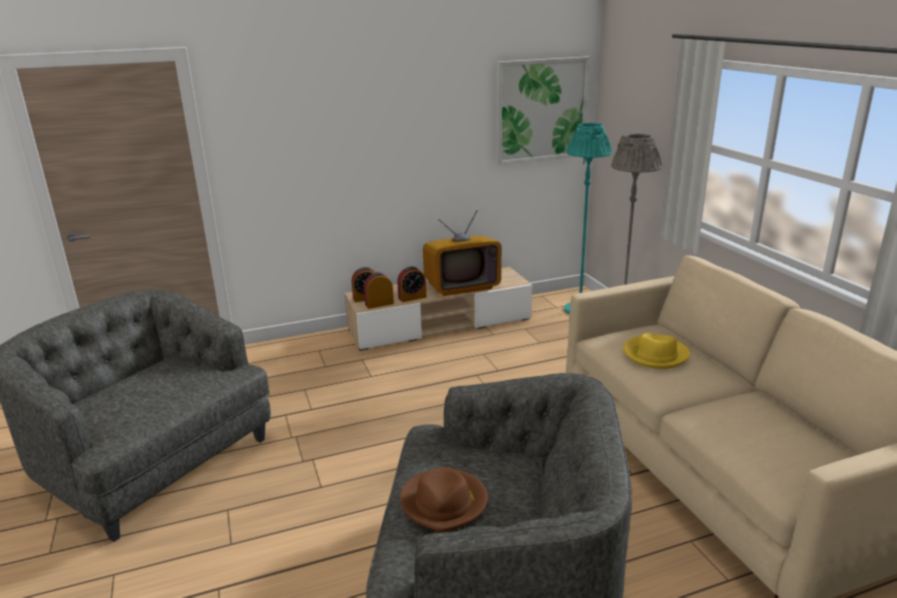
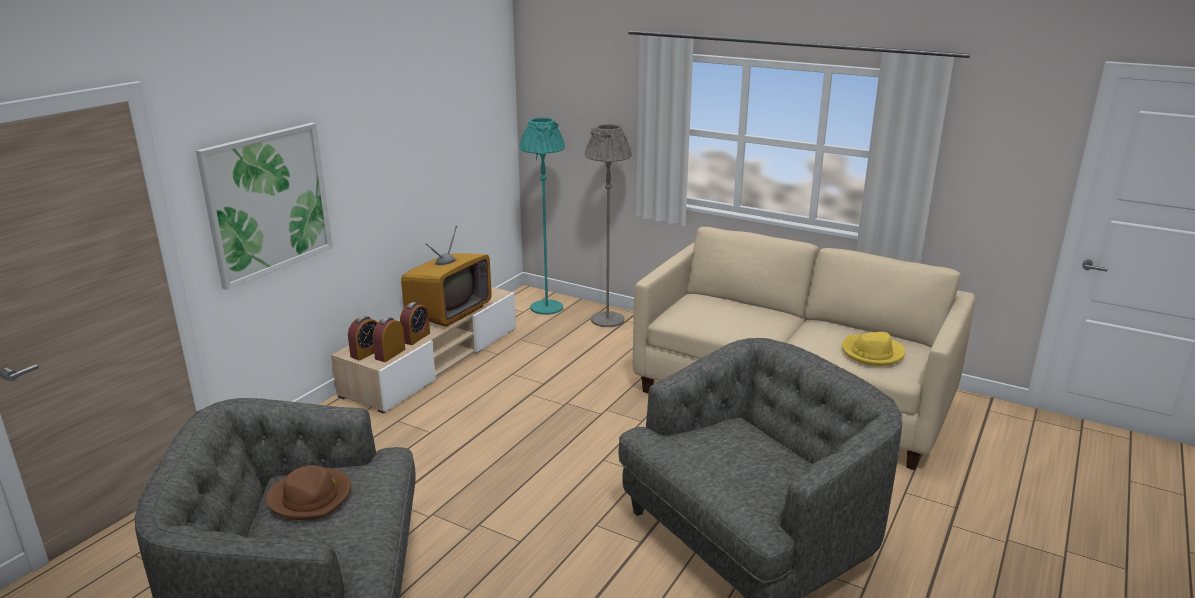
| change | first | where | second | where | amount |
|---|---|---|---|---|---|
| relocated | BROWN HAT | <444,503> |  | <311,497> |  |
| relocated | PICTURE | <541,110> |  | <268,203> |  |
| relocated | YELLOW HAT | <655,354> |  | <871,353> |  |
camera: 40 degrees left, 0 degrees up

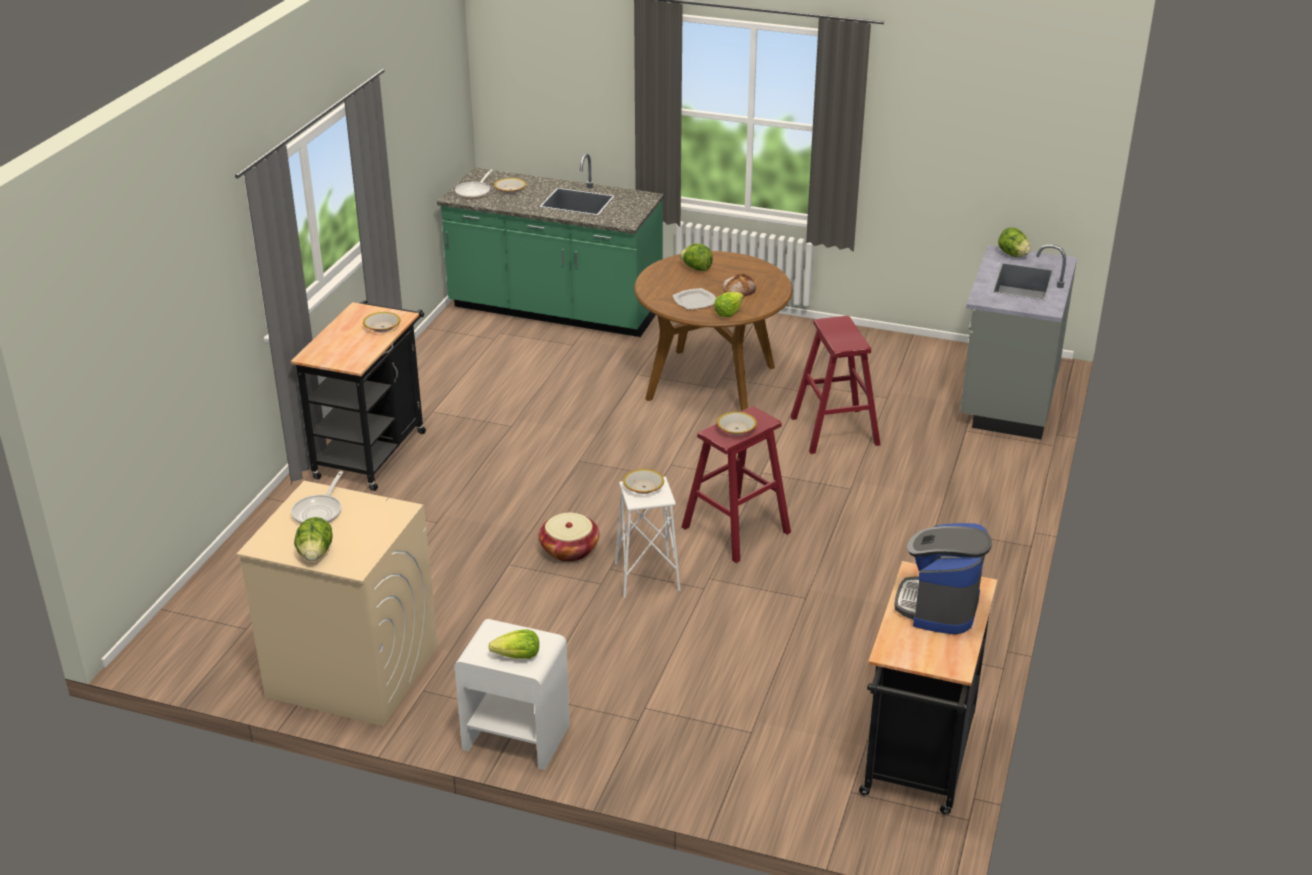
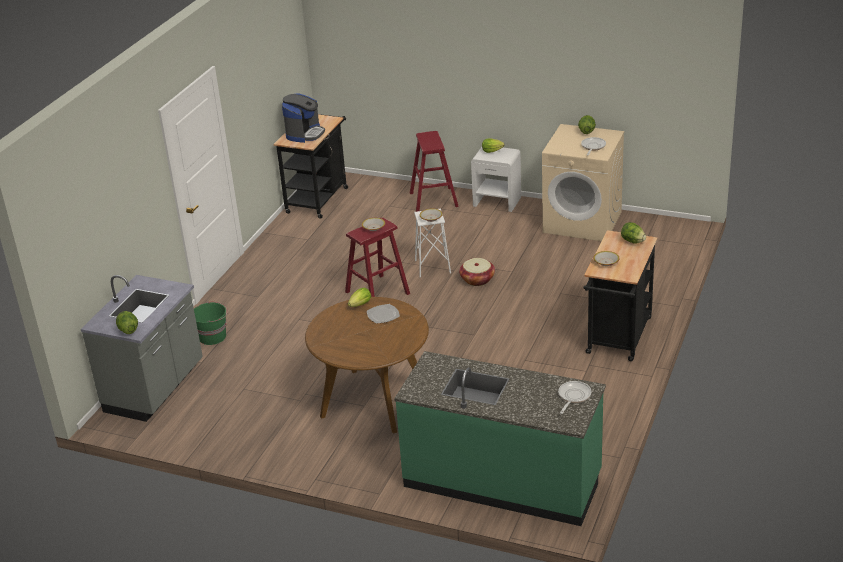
| change | first | where | second | where | amount |
|---|---|---|---|---|---|
| missing | BOWL | <510,190> |  |  |  |
| relocated | LETTUCE | <696,268> |  | <632,241> |  |
| missing | BREAD | <739,289> |  |  |  |
| relocated | RED STOOL | <834,431> |  | <433,199> |  |
| appeared |  |  | GREEN BUCKET | <213,336> |  |
camera: 175 degrees left, 0 degrees up

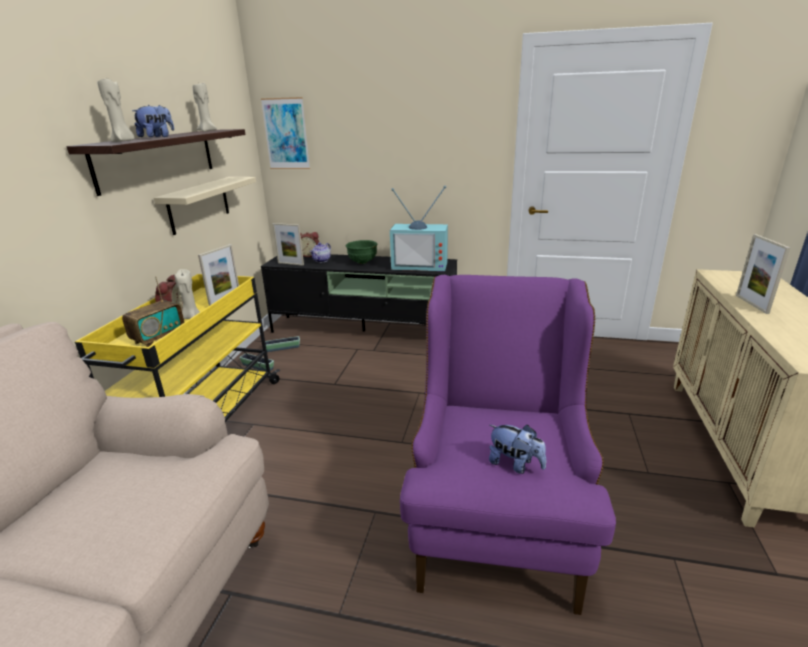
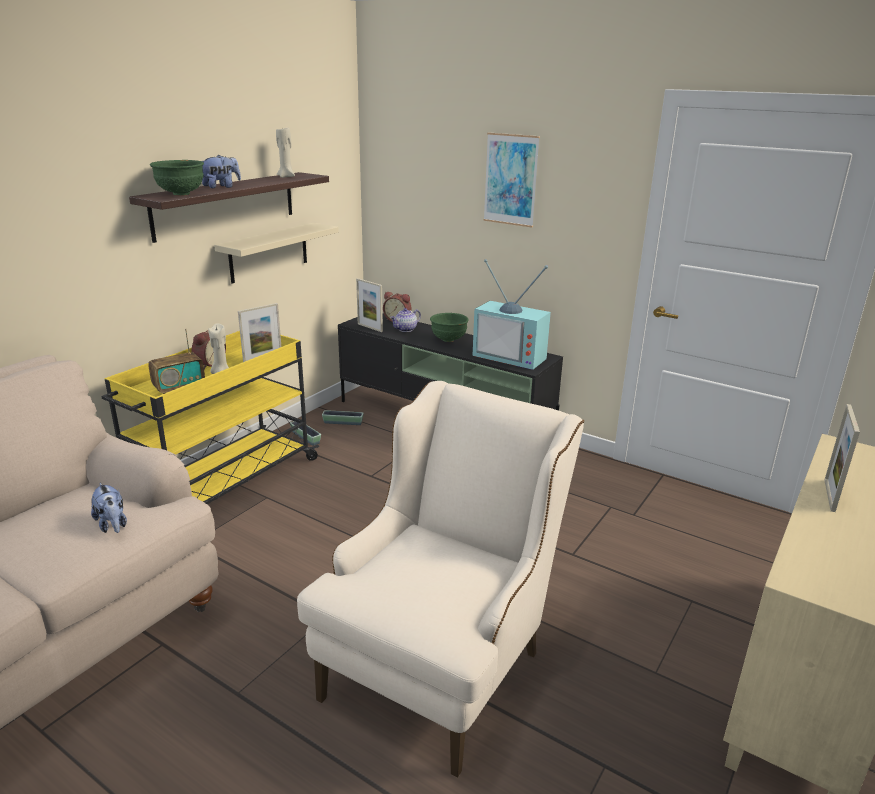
| change | first | where | second | where | amount |
|---|---|---|---|---|---|
| exchanged | BEIGE CANDLE | <123,141> | GREEN BOWL | <180,194> |  |
| relocated | PICTURE | <286,134> |  | <510,180> |  |
| colour | PURPLE ARMCHAIR | <496,515> | BEIGE ARMCHAIR | <443,659> |  |
| relocated | PLUSH TOY | <515,464> |  | <112,525> |  |
camera: 20 degrees right, 0 degrees up

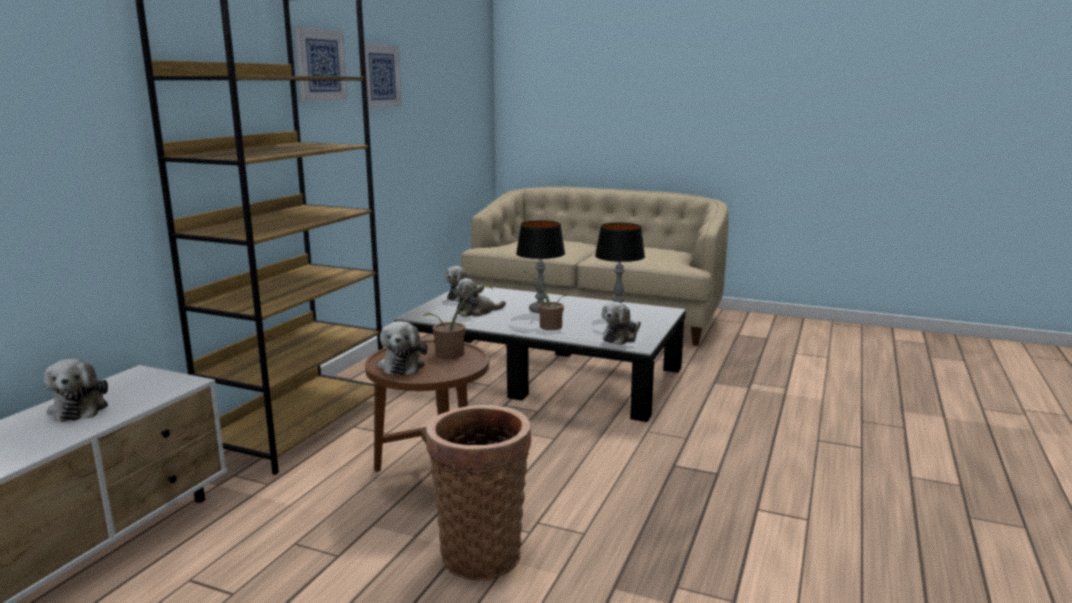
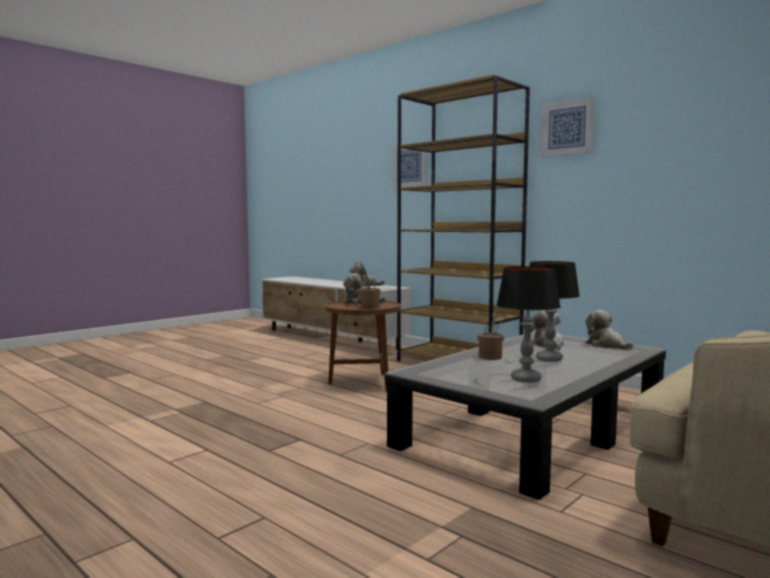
| change | first | where | second | where | amount |
|---|---|---|---|---|---|
| relocated | PICTURE | <379,76> |  | <410,165> |  |
| missing | BASKET | <481,552> |  |  |  |
| missing | PLUSH TOY | <621,337> |  |  |  |
camera: 110 degrees right, 10 degrees down

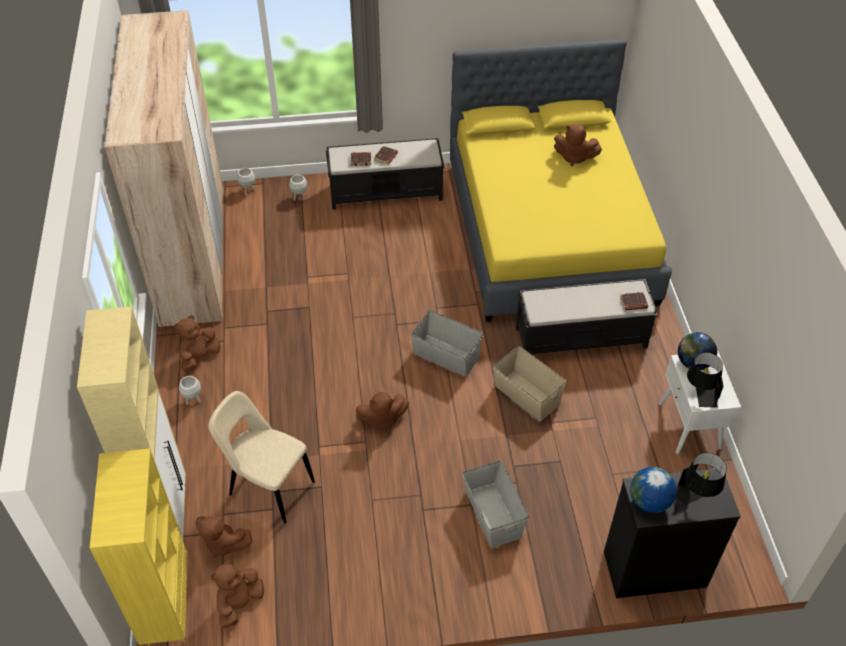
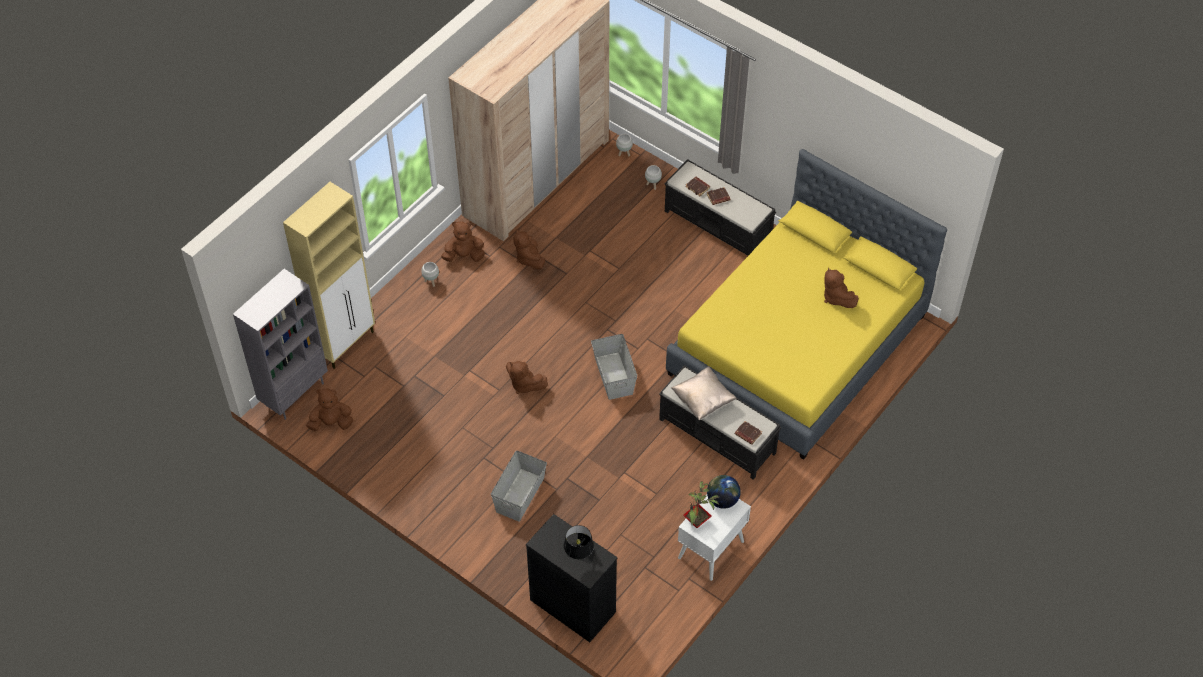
| change | first | where | second | where | amount |
|---|---|---|---|---|---|
| colour | YELLOW BOOKCASE | <167,607> | GREY BOOKCASE | <294,393> |  |
| relocated | BROWN PLUSH TOY | <223,543> |  | <529,258> |  |
| missing | BEIGE CHAIR | <268,487> |  |  |  |
| missing | BEIGE STORAGE BOX | <526,395> |  |  |  |
| missing | GLOBE | <649,501> |  |  |  |
| exchanged | BLACK TABLE LAMP | <700,395> | POTTED PLANT | <697,521> |  |
| appeared |  |  | BEIGE PILLOW | <703,401> |  |
camera: 45 degrees right, 5 degrees up

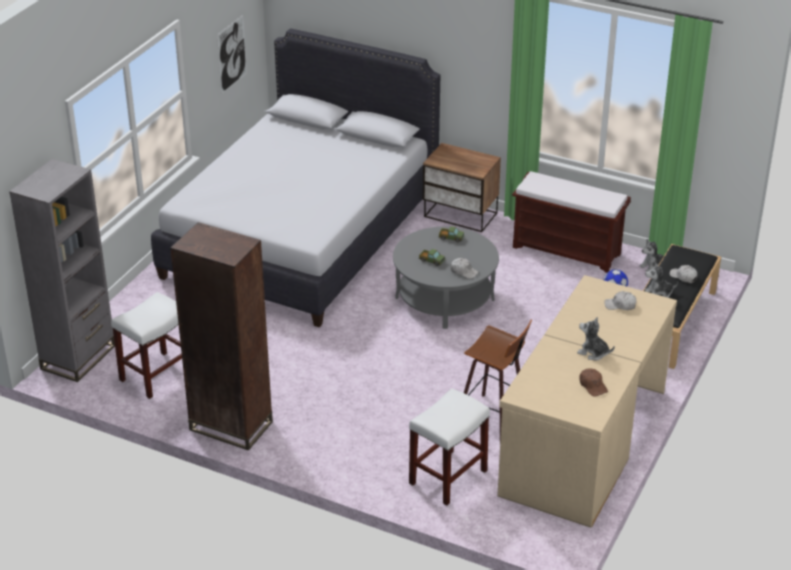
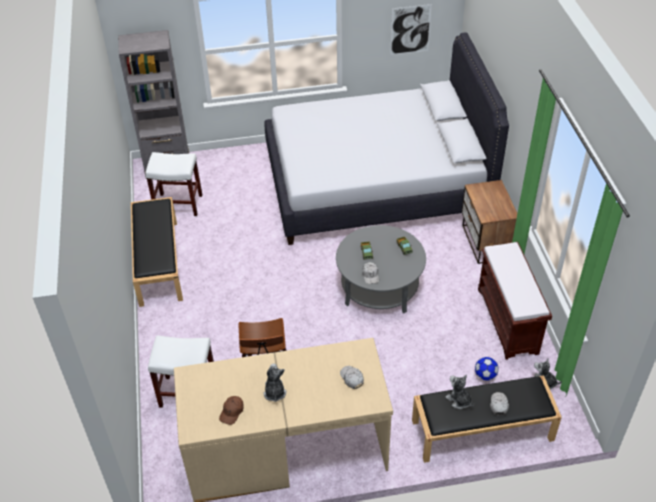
| change | first | where | second | where | amount |
|---|---|---|---|---|---|
| exchanged | BROWN BOOKCASE | <231,425> | BLACK BENCH | <158,262> |  |
camera: 55 degrees right, 10 degrees up

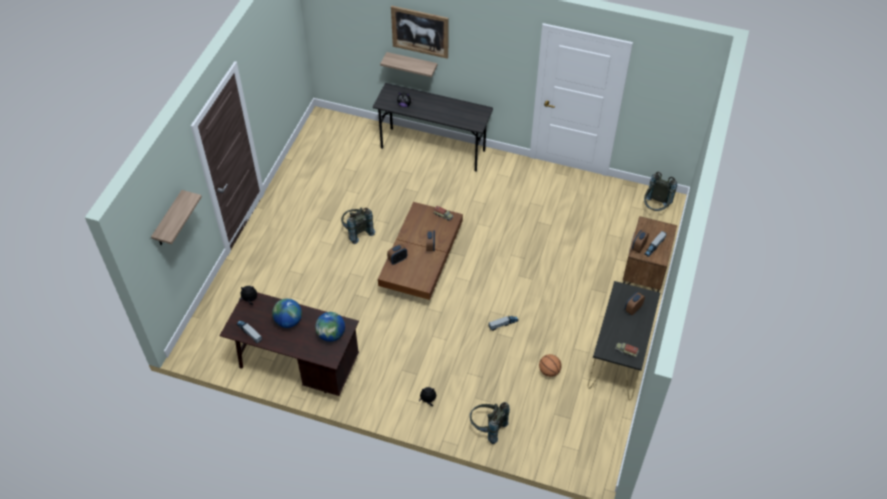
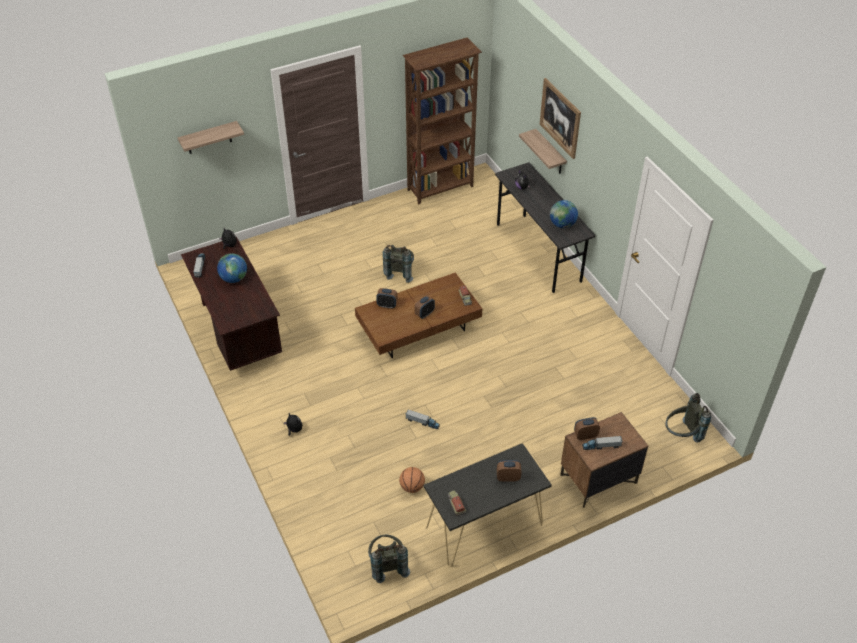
| change | first | where | second | where | amount |
|---|---|---|---|---|---|
| relocated | GLOBE | <331,335> |  | <562,224> |  |
| relocated | GREY BACKPACK | <487,428> |  | <387,565> |  |
| appeared |  |  | BROWN BOOKCASE | <441,188> |  |
camera: 45 degrees right, 5 degrees down

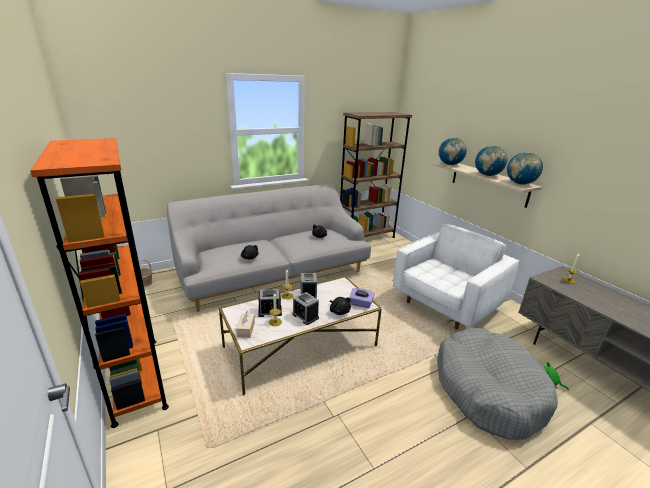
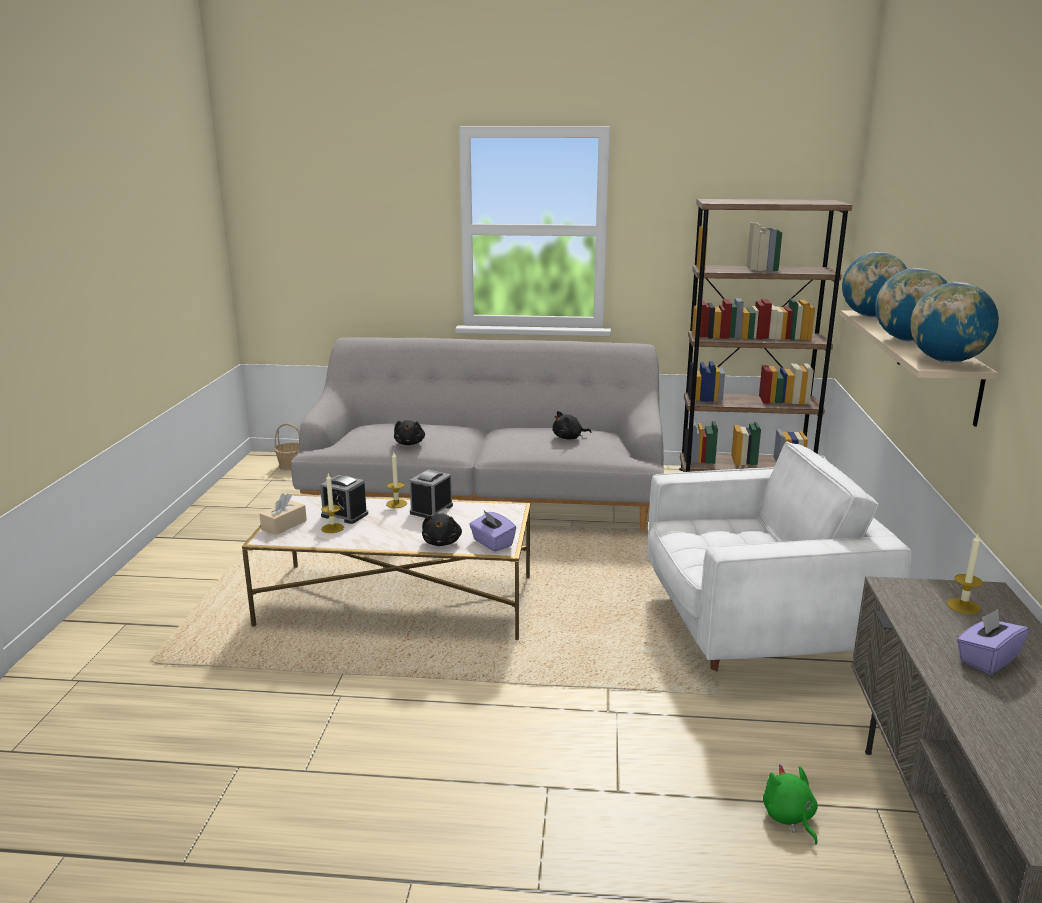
| change | first | where | second | where | amount |
|---|---|---|---|---|---|
| missing | ORANGE BOOKCASE | <136,378> |  |  |  |
| missing | ALARM CLOCK | <305,316> |  |  |  |
| missing | GREY DOG BED | <488,390> |  |  |  |
| appeared |  |  | PURPLE TISSUE BOX | <987,659> |  |
camera: 35 degrees right, 5 degrees down

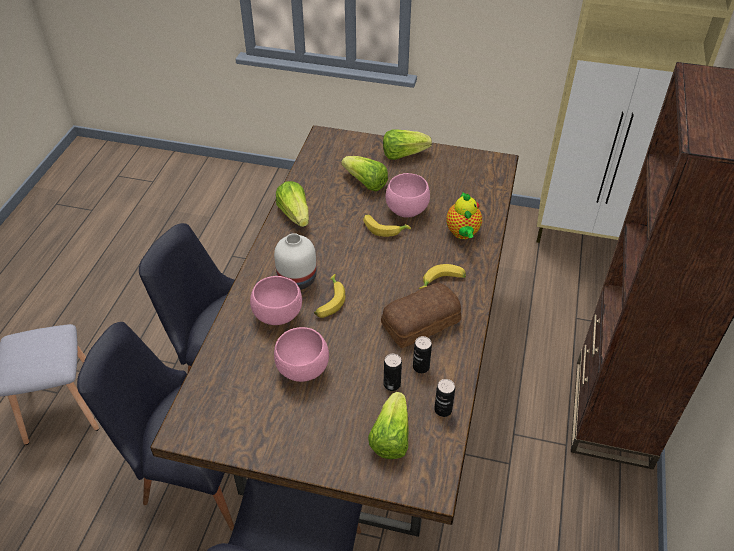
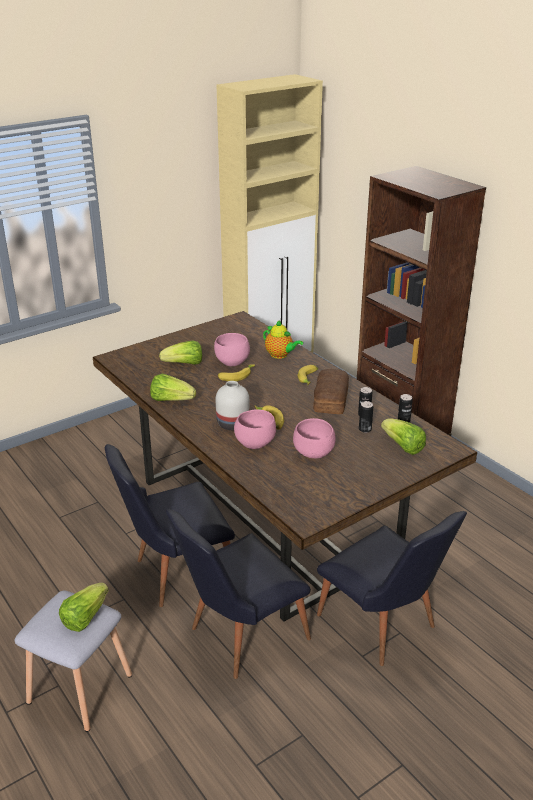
| change | first | where | second | where | amount |
|---|---|---|---|---|---|
| relocated | LETTUCE | <403,154> |  | <85,617> |  |
camera: 50 degrees left, 15 degrees down

